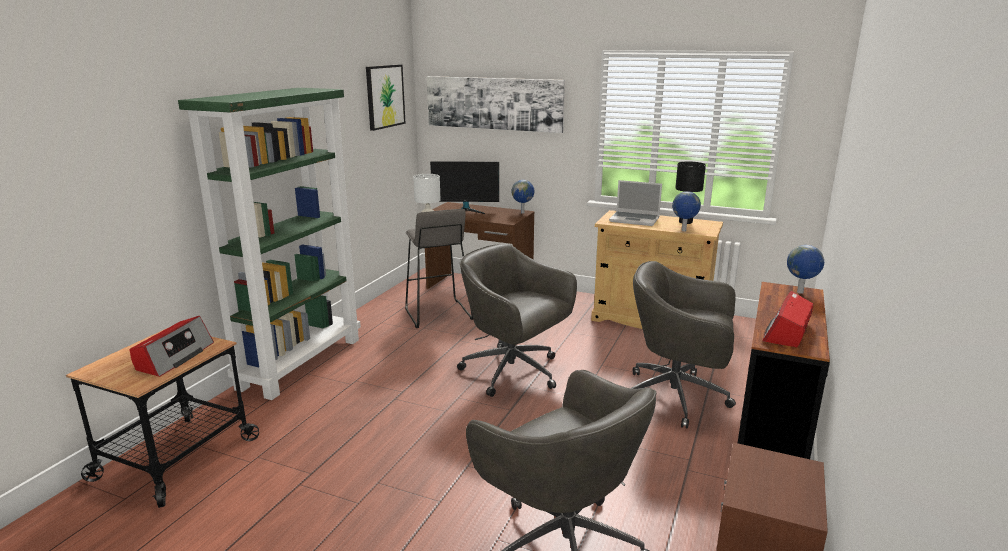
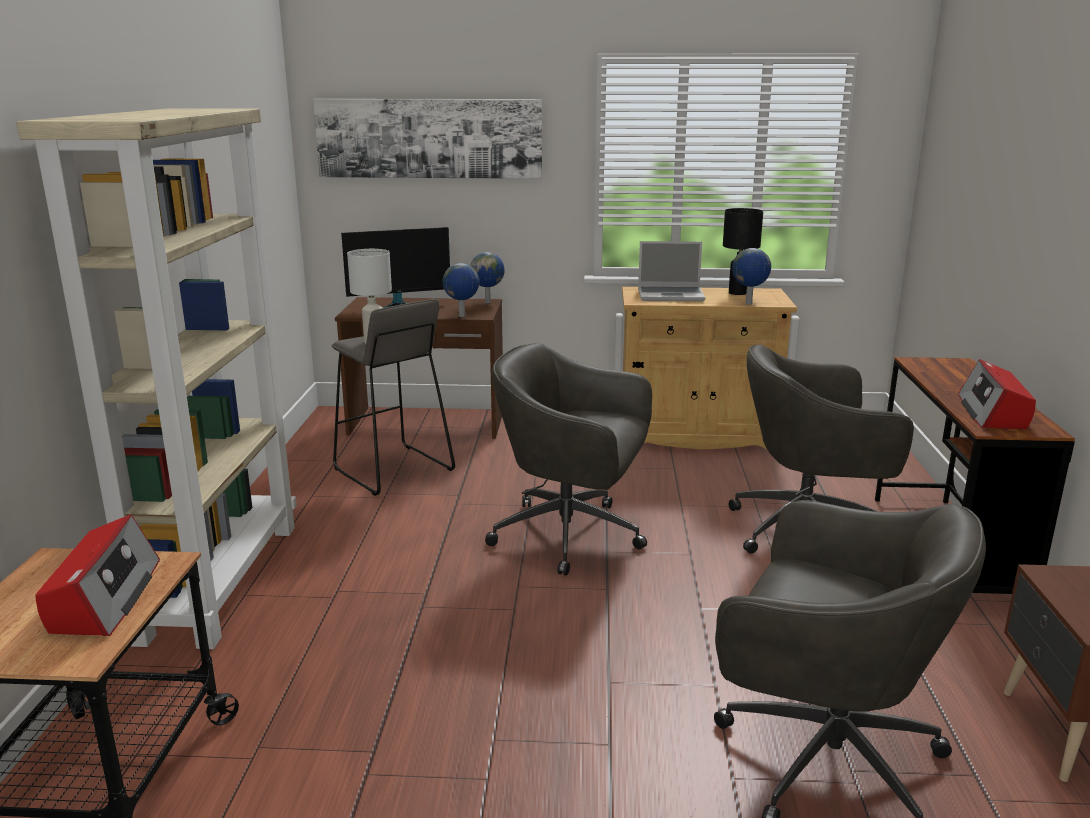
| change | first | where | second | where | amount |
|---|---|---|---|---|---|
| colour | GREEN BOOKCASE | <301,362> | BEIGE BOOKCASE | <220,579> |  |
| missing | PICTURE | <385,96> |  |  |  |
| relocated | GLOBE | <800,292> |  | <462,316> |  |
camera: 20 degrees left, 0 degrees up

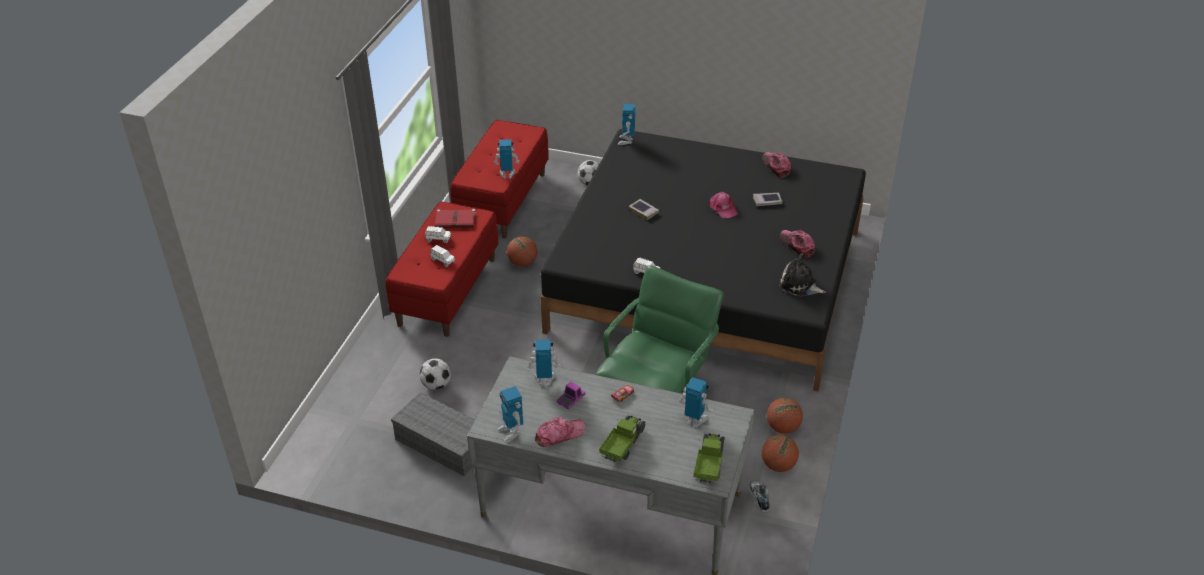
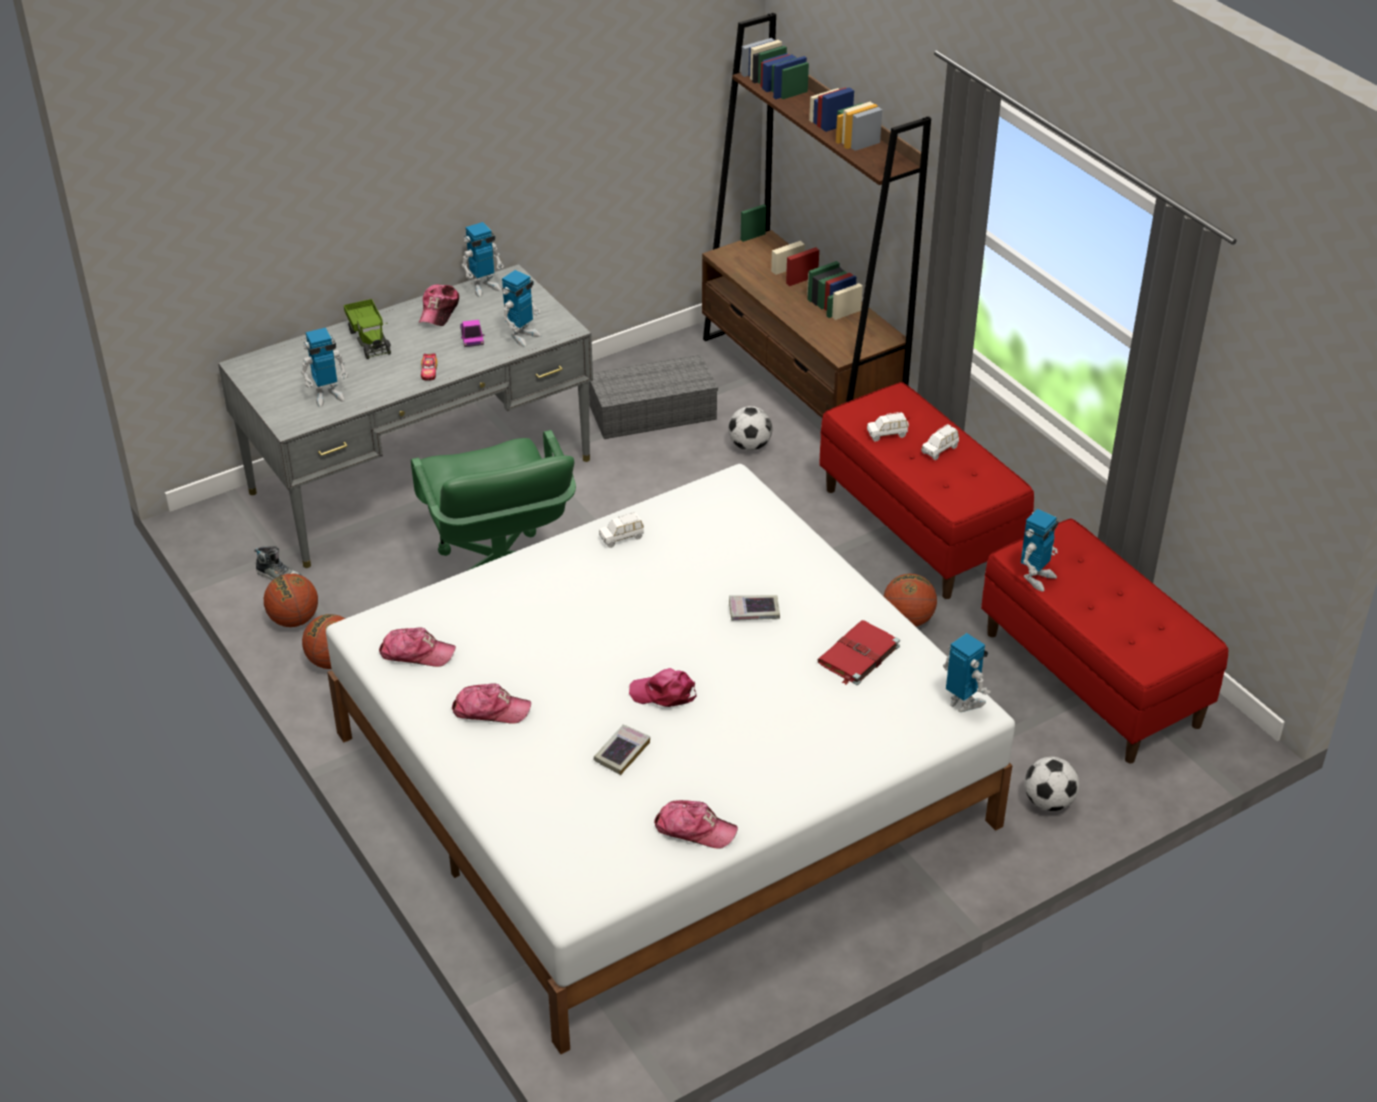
| change | first | where | second | where | amount |
|---|---|---|---|---|---|
| relocated | RED BOOK | <456,220> |  | <858,655> |  |
| spun | TOY ROBOT | <511,432> |  | <484,287> | 135 degrees clockwise |
| colour | BLACK BED | <707,280> | WHITE BED | <662,777> |  |
| missing | TOY TRUCK | <709,464> |  |  |  |
| exchanged | PLUSH TOY | <799,285> | CAP | <416,653> |  |
| appeared |  |  | BROWN BOOKCASE | <800,386> |  |
camera: 130 degrees right, 0 degrees up

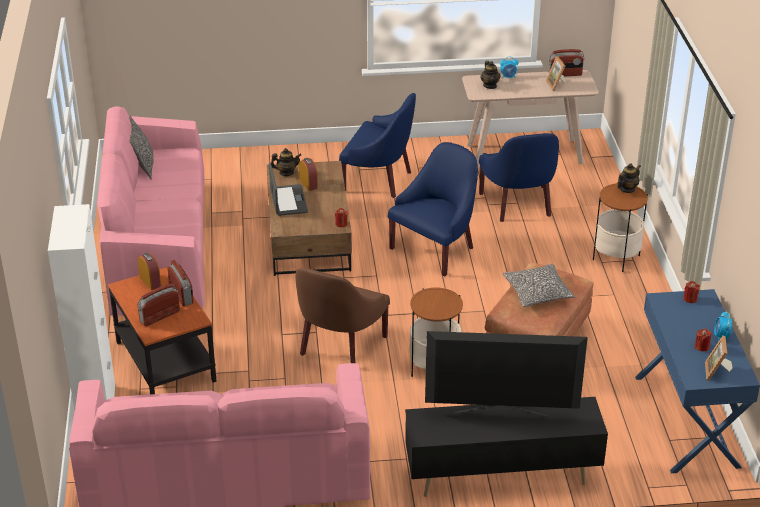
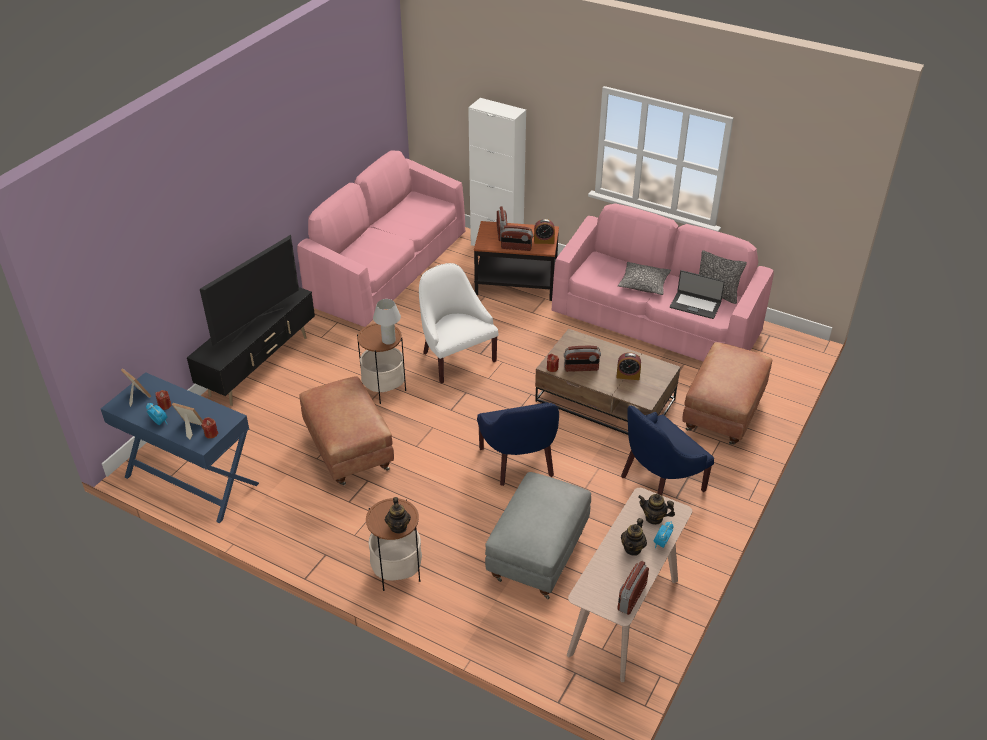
| change | first | where | second | where | amount |
|---|---|---|---|---|---|
| relocated | LAPTOP | <288,200> |  | <695,305> |  |
| relocated | TEAPOT | <286,172> |  | <633,548> |  |
| colour | BROWN ARMCHAIR | <339,345> | WHITE ARMCHAIR | <455,357> |  |
| exchanged | BLUE ARMCHAIR | <519,205> | GREY OTTOMAN | <537,555> |  |
| relocated | PILLOW | <537,292> |  | <644,284> |  |
| relocated | PICTURE FRAME | <557,85> |  | <190,428> |  |
| appeared |  |  | WHITE TABLE LAMP | <388,340> |  |
| appeared |  |  | RADIO | <581,368> |  |
| appeared |  |  | BROWN OTTOMAN | <723,414> |  |
camera: 125 degrees right, 5 degrees up

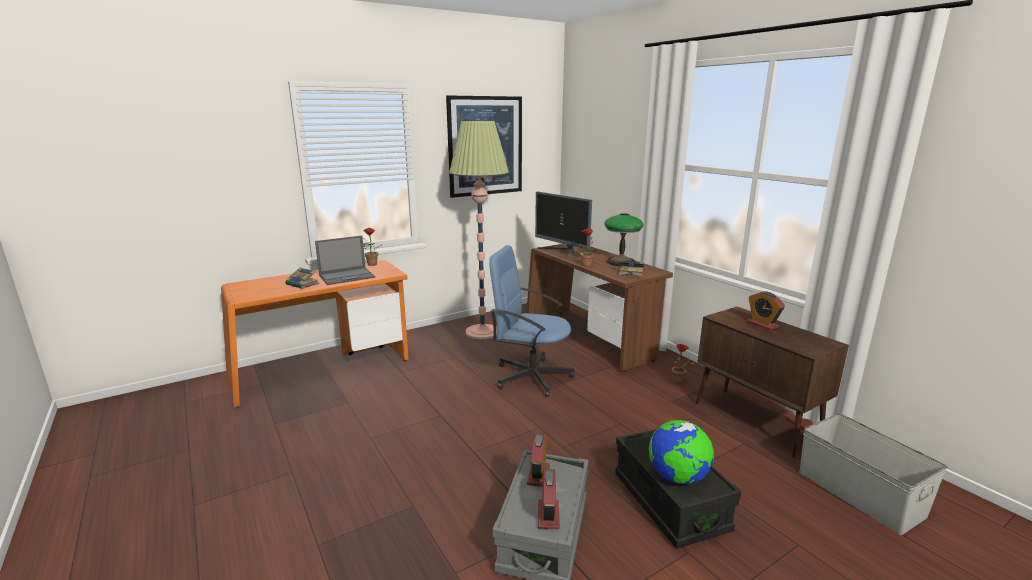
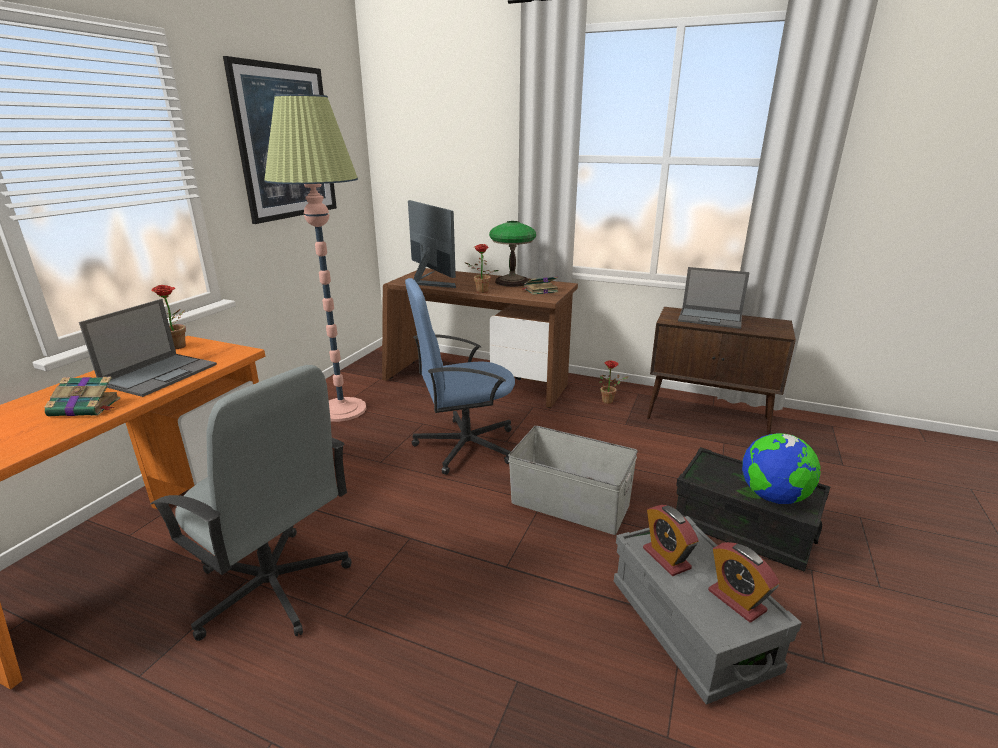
| change | first | where | second | where | amount |
|---|---|---|---|---|---|
| spun | MONITOR | <562,252> |  | <429,281> | 135 degrees counterclockwise |
| exchanged | ALARM CLOCK | <762,324> | LAPTOP | <711,318> |  |
| relocated | GREY STORAGE BOX | <859,493> |  | <569,503> |  |
| appeared |  |  | GREY OFFICE CHAIR | <272,588> |  |
camera: 35 degrees left, 5 degrees up

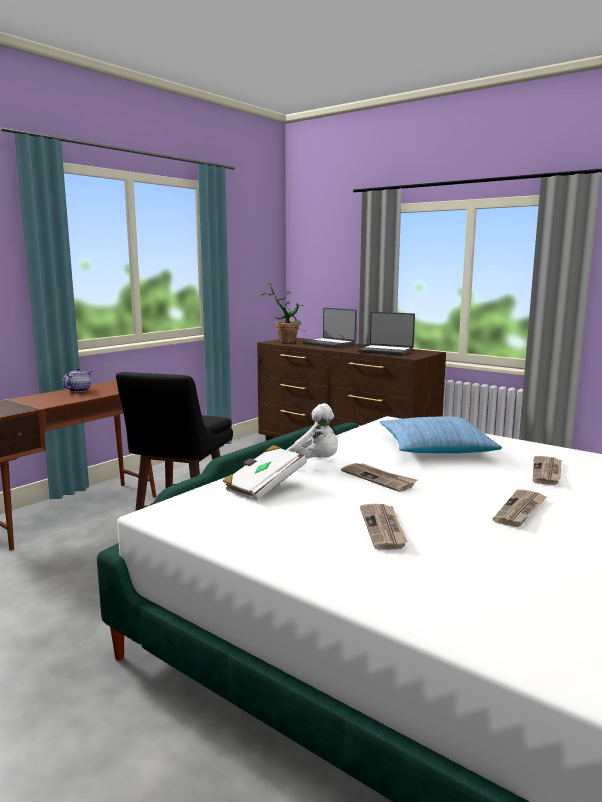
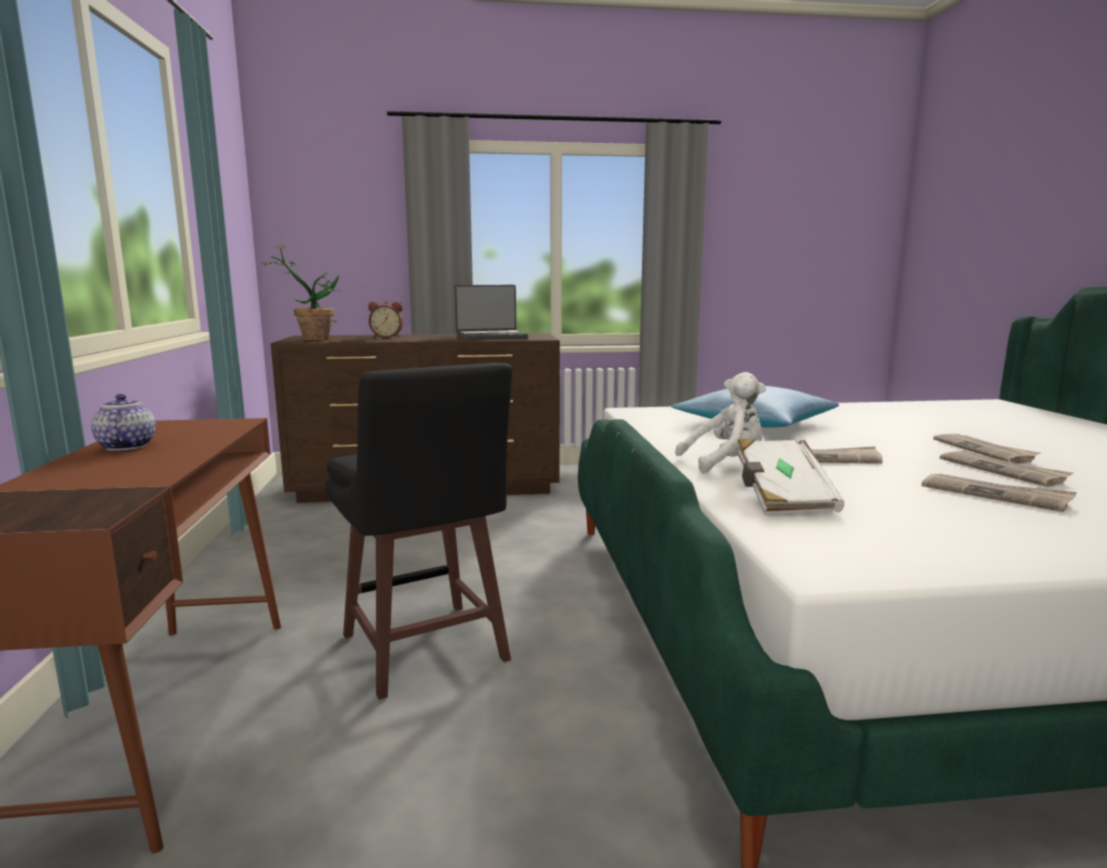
| change | first | where | second | where | amount |
|---|---|---|---|---|---|
| exchanged | LAPTOP | <329,344> | ALARM CLOCK | <387,337> |  |
| relocated | NEWSPAPER | <547,472> |  | <1003,471> |  |
camera: 45 degrees left, 0 degrees up

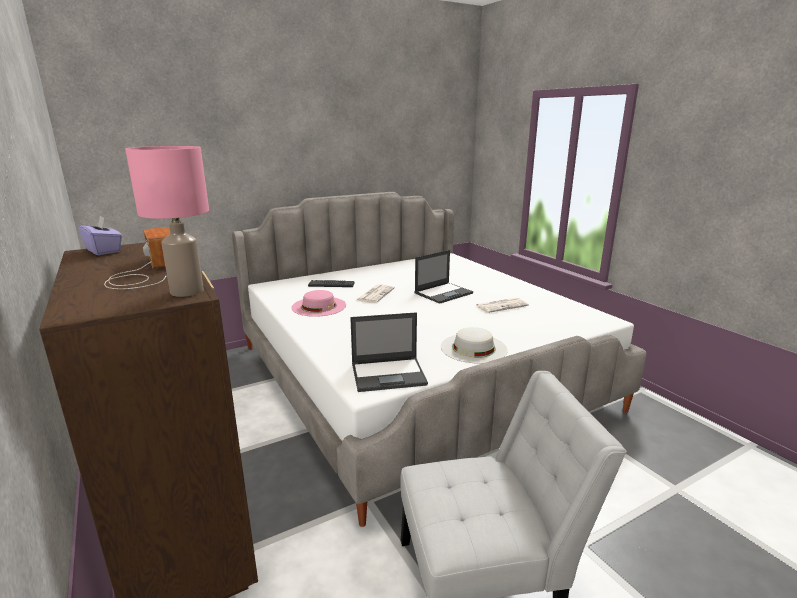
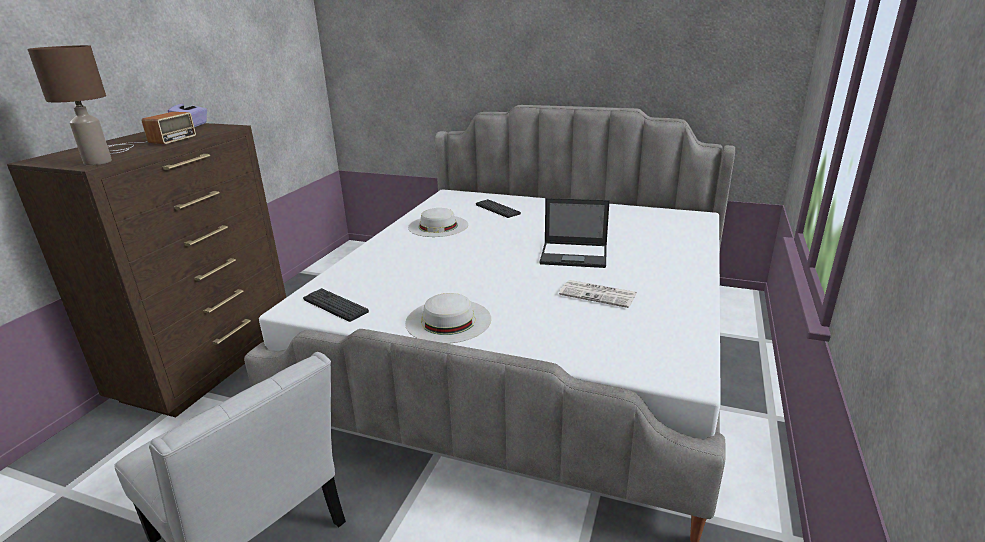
| change | first | where | second | where | amount |
|---|---|---|---|---|---|
| colour | PINK TABLE LAMP | <187,292> | BROWN TABLE LAMP | <97,162> |  |
| colour | PINK HAT | <319,306> | WHITE HAT | <438,226> |  |
| exchanged | LAPTOP | <389,374> | KEYBOARD | <335,305> |  |
| missing | NEWSPAPER | <375,294> |  |  |  |
camera: 50 degrees right, 5 degrees up

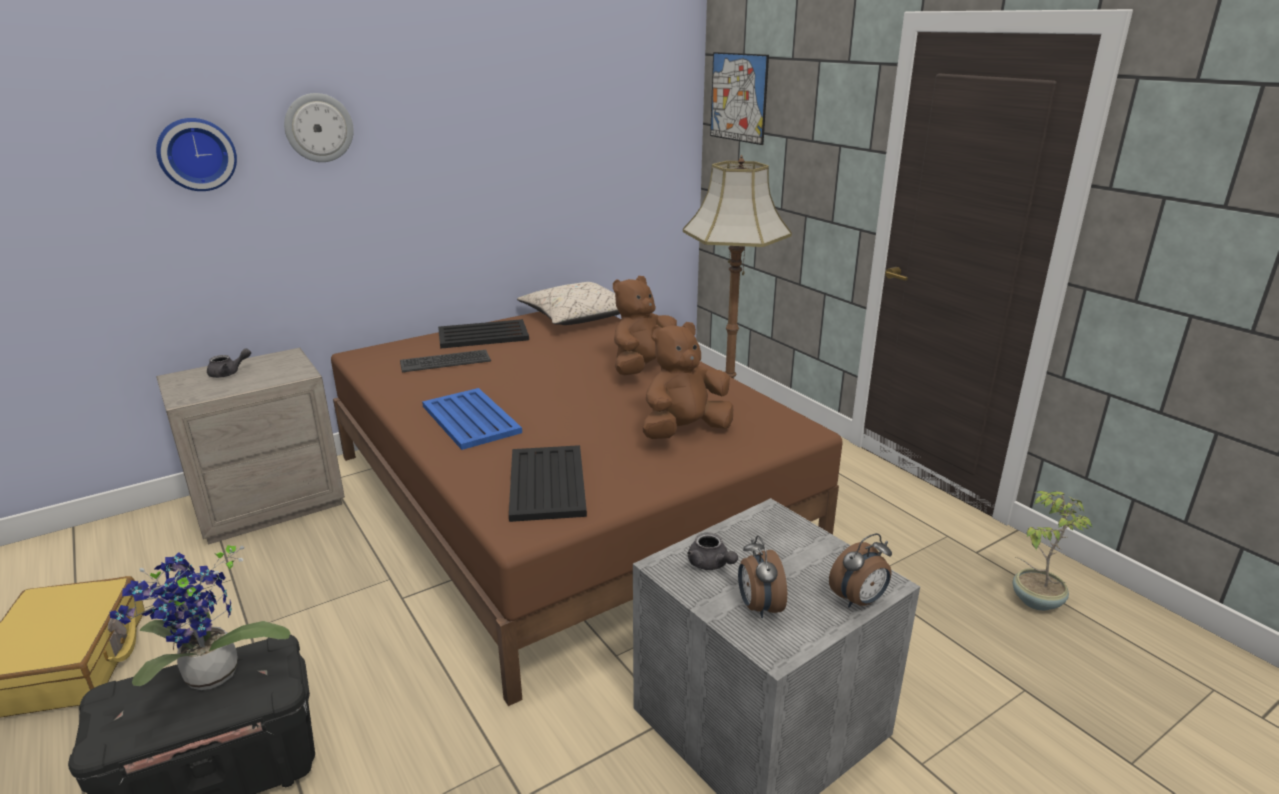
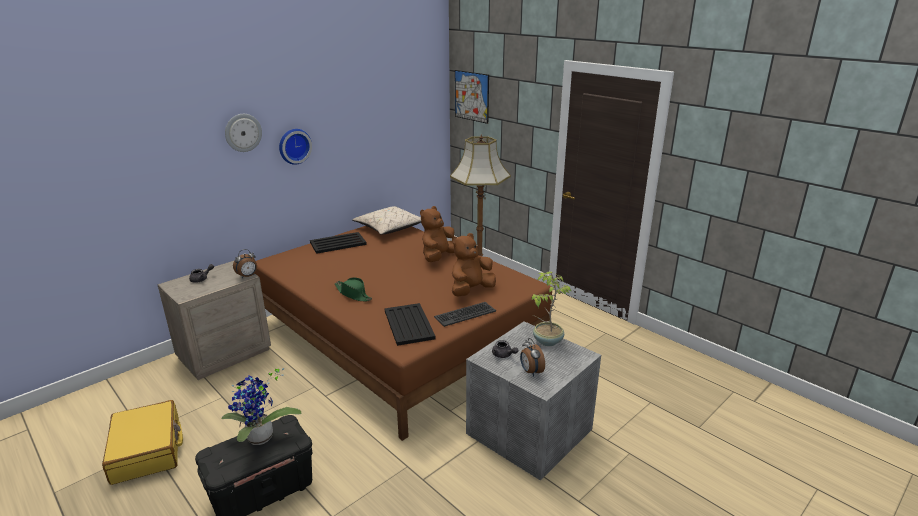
| change | first | where | second | where | amount |
|---|---|---|---|---|---|
| relocated | WALL CLOCK | <196,154> |  | <294,146> |  |
| relocated | KEYBOARD | <445,361> |  | <465,314> |  |
| exchanged | BLUE TRAY | <471,420> | GREEN HAT | <353,294> |  |
| relocated | ALARM CLOCK | <859,601> |  | <247,276> |  |
| relocated | POTTED PLANT | <1035,600> |  | <547,341> |  |
camera: 10 degrees left, 0 degrees up

